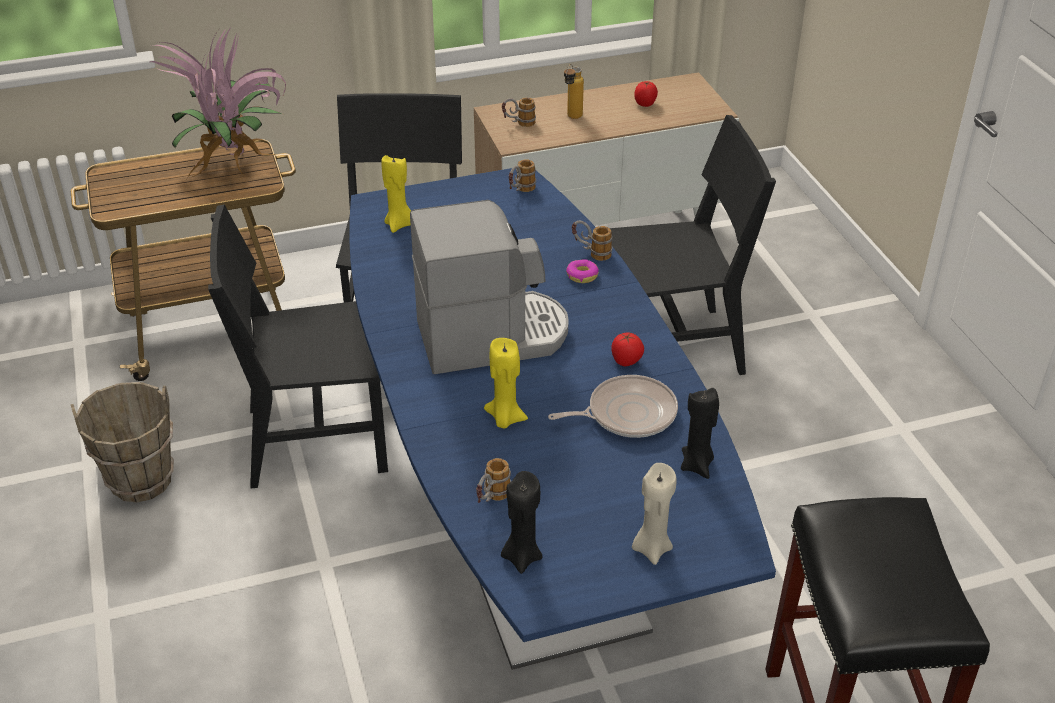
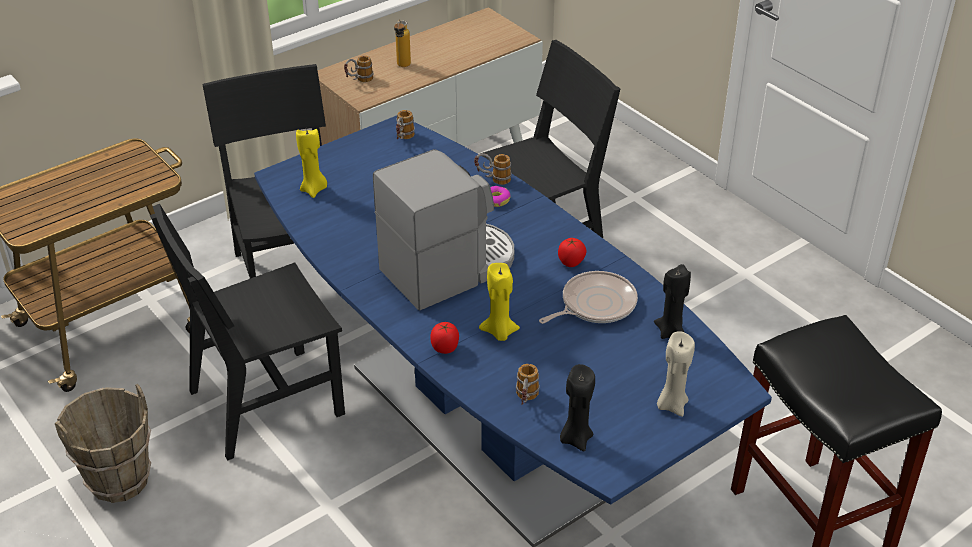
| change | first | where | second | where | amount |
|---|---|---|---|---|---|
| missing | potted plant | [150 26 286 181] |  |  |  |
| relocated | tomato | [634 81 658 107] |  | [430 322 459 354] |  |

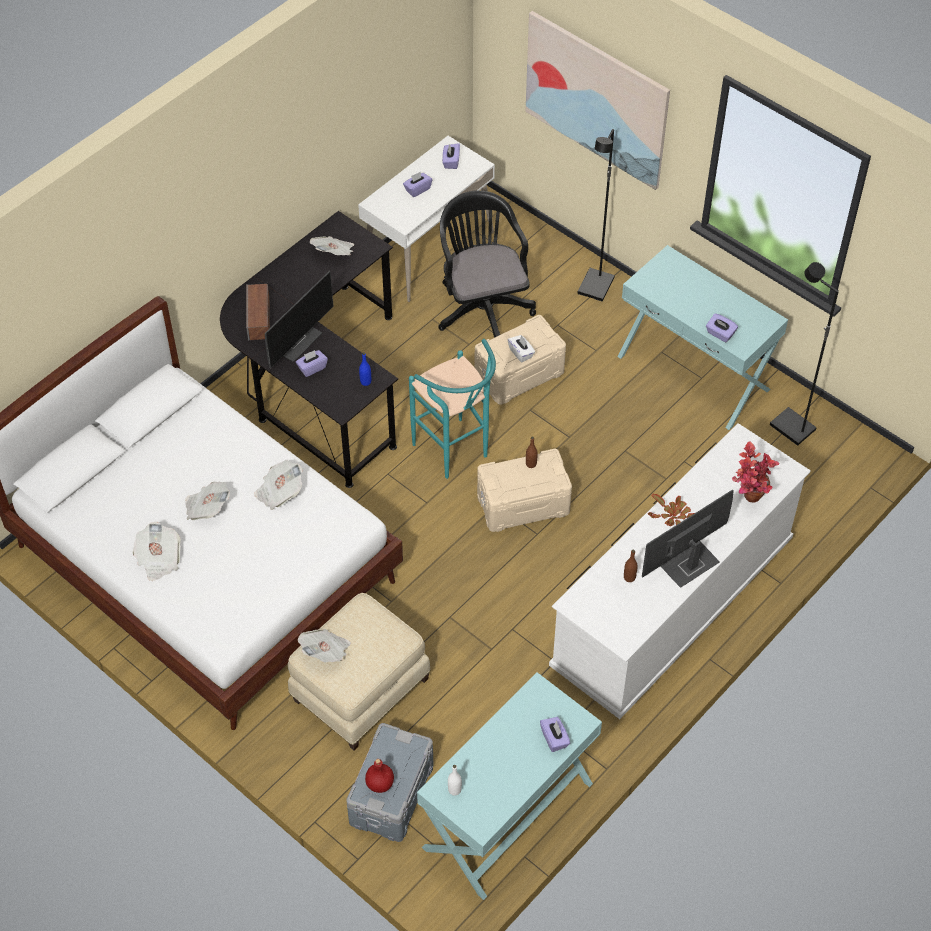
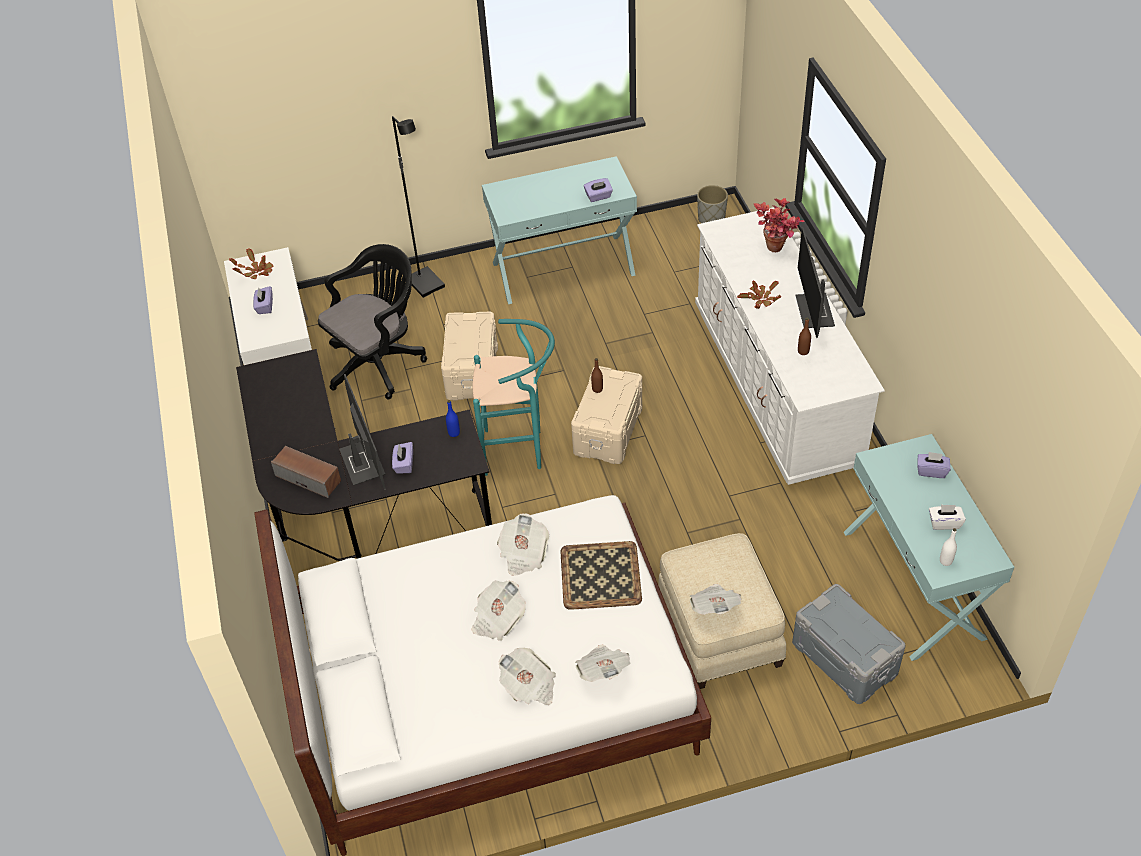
| change | first | where | second | where | amount |
|---|---|---|---|---|---|
| missing | bottle (red) | [365 759 394 793] |  |  |  |
| missing | picture | [526 11 670 190] |  |  |  |
| missing | floor lamp (black) | [770 262 839 446] |  |  |  |
| appeared |  |  | tray | [560 541 642 610] |  |
| appeared |  |  | planter (grey) | [697 185 728 223] |  |
| relocated | newspaper | [310 236 354 255] |  | [575 644 630 682] |  |
| relocated | tissue box (white) | [508 335 535 362] |  | [929 504 966 530] |  |
| exchanged | tissue box (purple) | [442 143 460 169] | potted plant | [229 248 274 279] |  |
| spun | office chair (black) | [438 190 536 338] |  | [318 244 427 399] | 120 degrees clockwise |

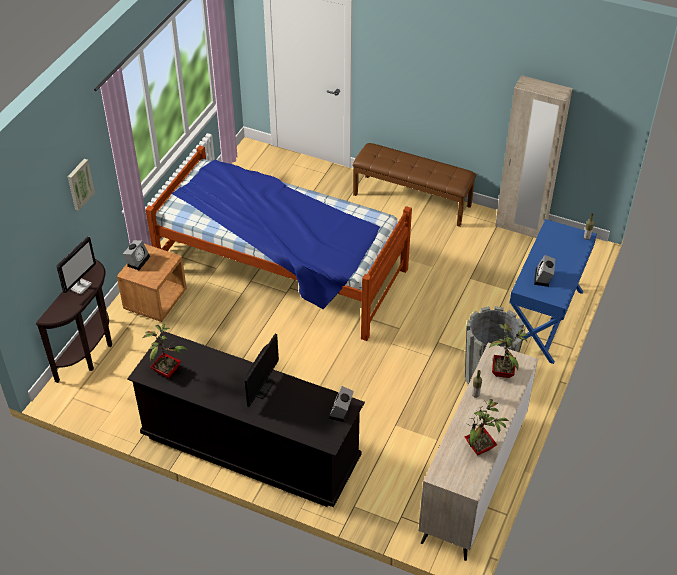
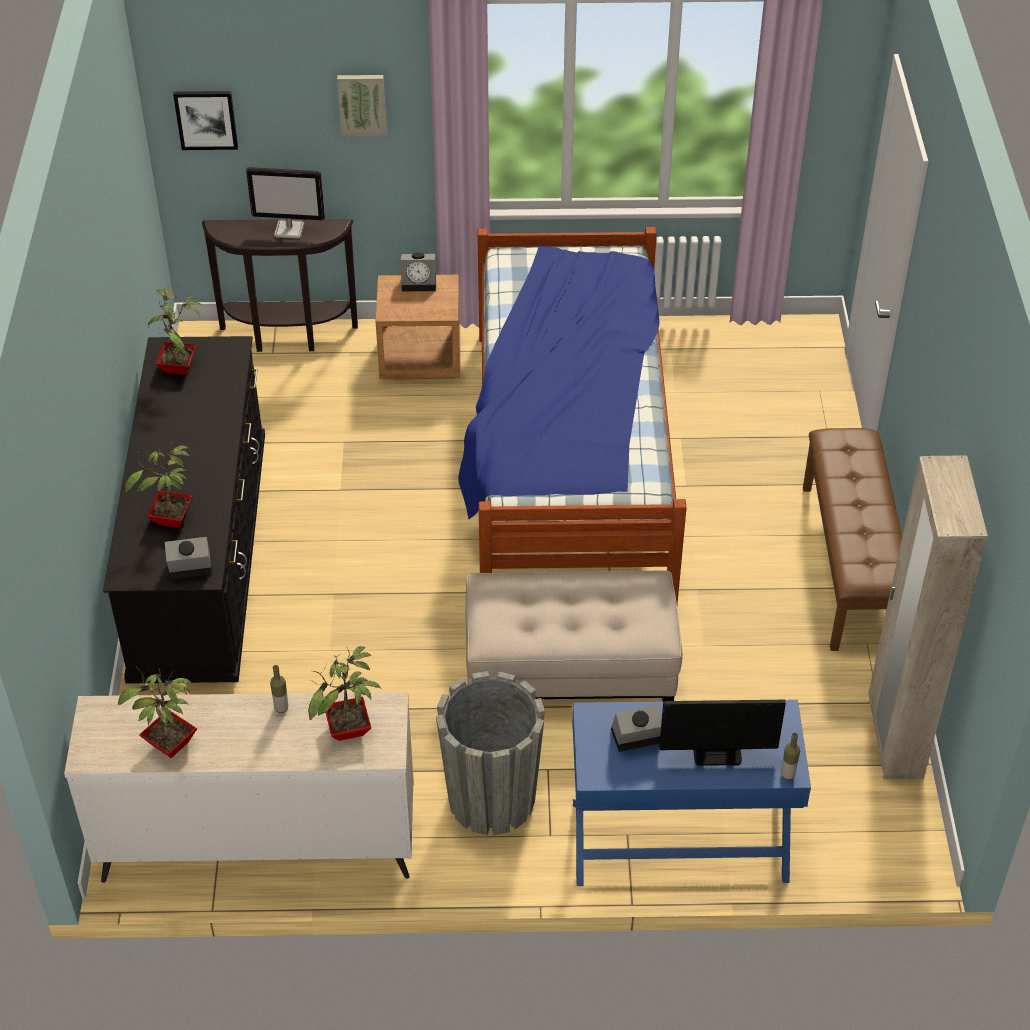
| change | first | where | second | where | amount |
|---|---|---|---|---|---|
| appeared |  |  | potted plant | [124 444 193 528] |  |
| appeared |  |  | picture | [173 91 238 150] |  |
| appeared |  |  | ottoman (beige) | [465 570 683 701] |  |
| relocated | monitor | [245 334 279 407] |  | [659 700 786 766] |  |

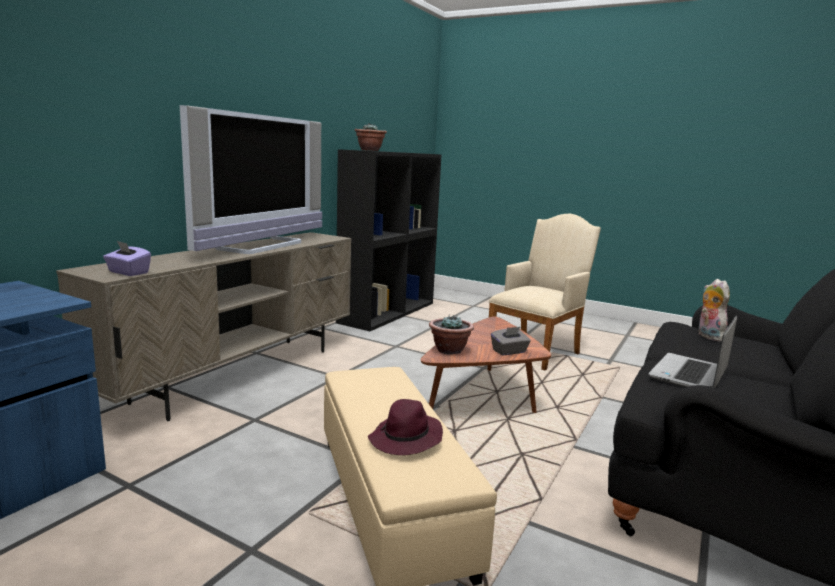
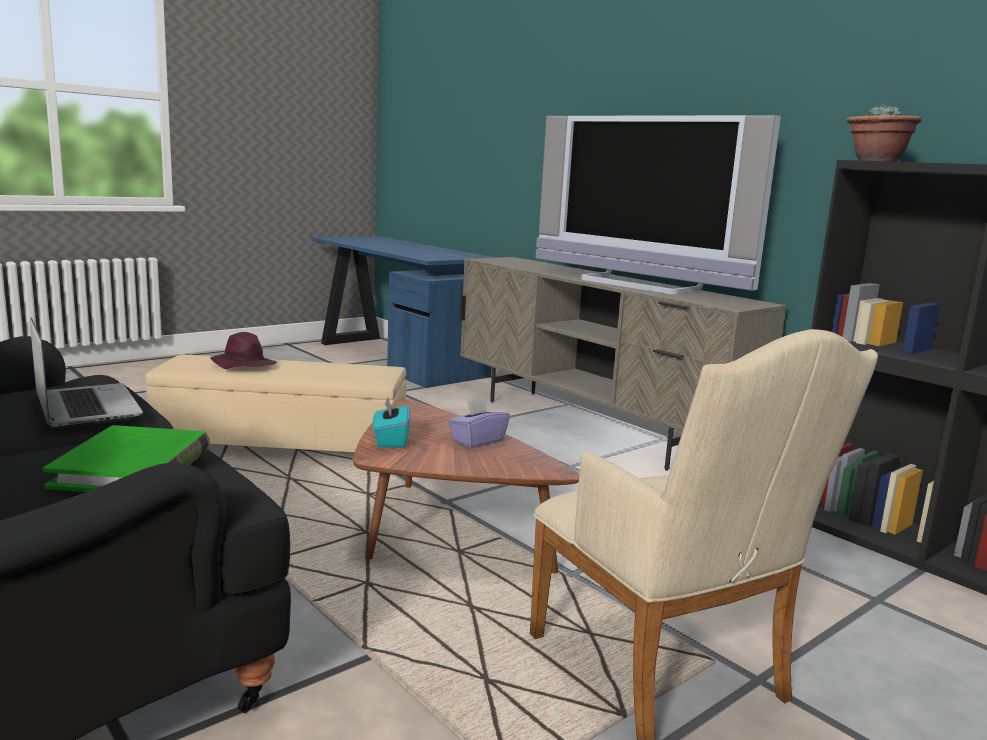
| change | first | where | second | where | amount |
|---|---|---|---|---|---|
| missing | potted plant | [429 314 474 355] |  |  |  |
| relocated | tissue box (purple) | [103 241 151 276] |  | [449 398 510 448] |  |
| exchanged | plush toy | [698 279 730 341] | book (green) | [43 425 210 492] |  |
| colour | tissue box (grey) | [491 327 531 355] | tissue box (turquoise) | [373 396 410 448] |  |

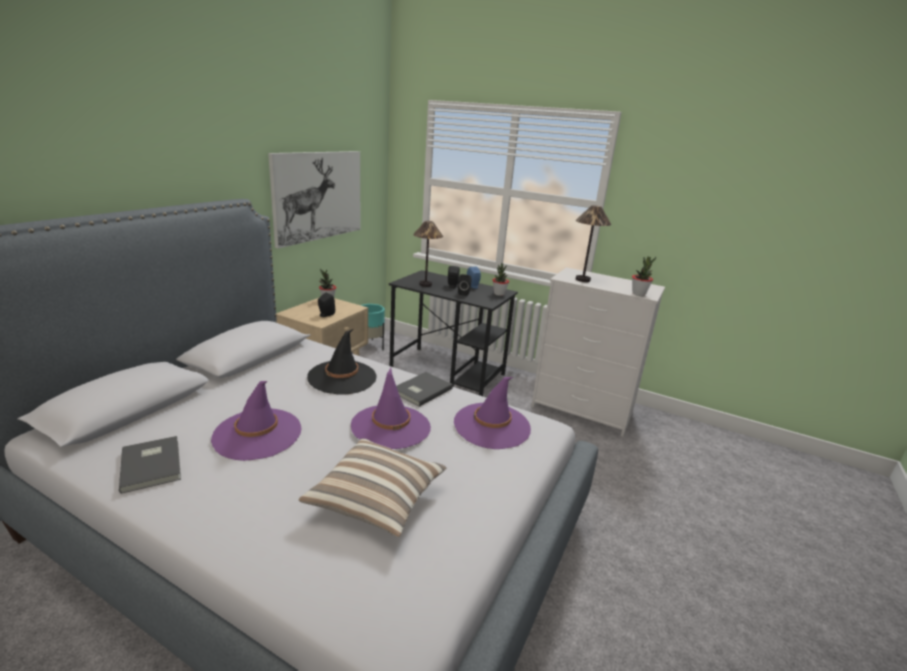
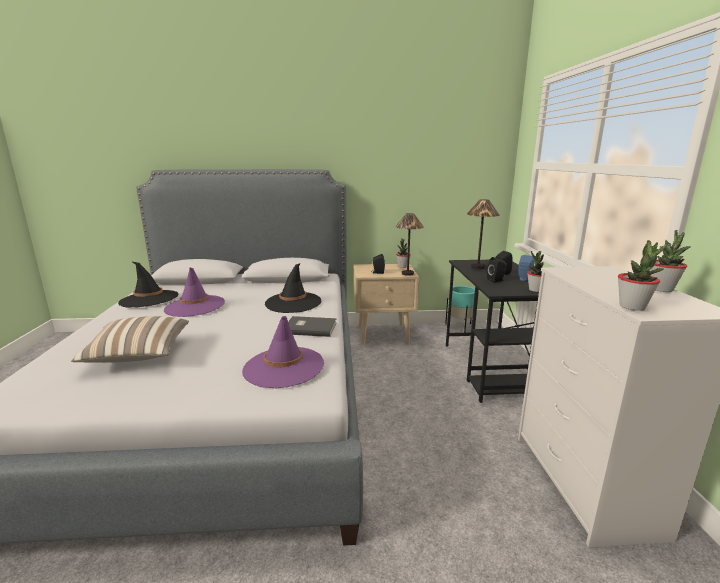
| change | first | where | second | where | amount |
|---|---|---|---|---|---|
| missing | picture | [268 151 360 248] |  |  |  |
| missing | hat (purple) | [351 368 431 449] |  |  |  |
| appeared |  |  | potted plant | [649 230 691 292] |  |
| relocated | table lamp | [576 205 611 282] |  | [395 213 424 276] |  |
| exchanged | book (grey) | [119 436 181 494] | hat (black) | [118 261 178 307] |  |

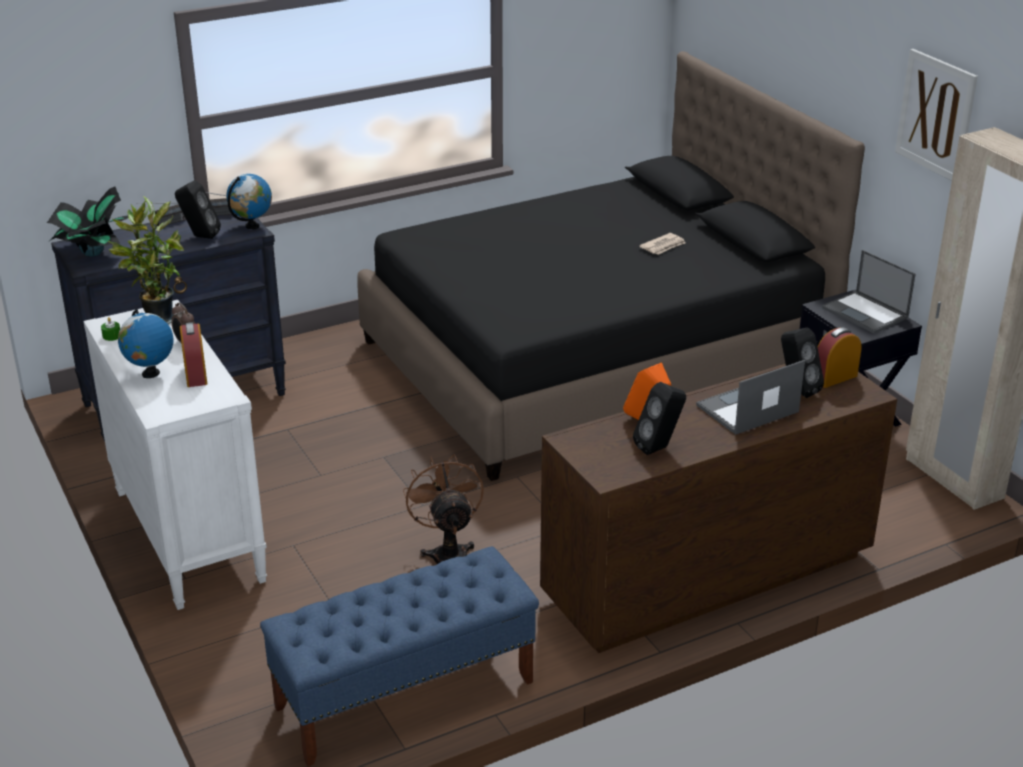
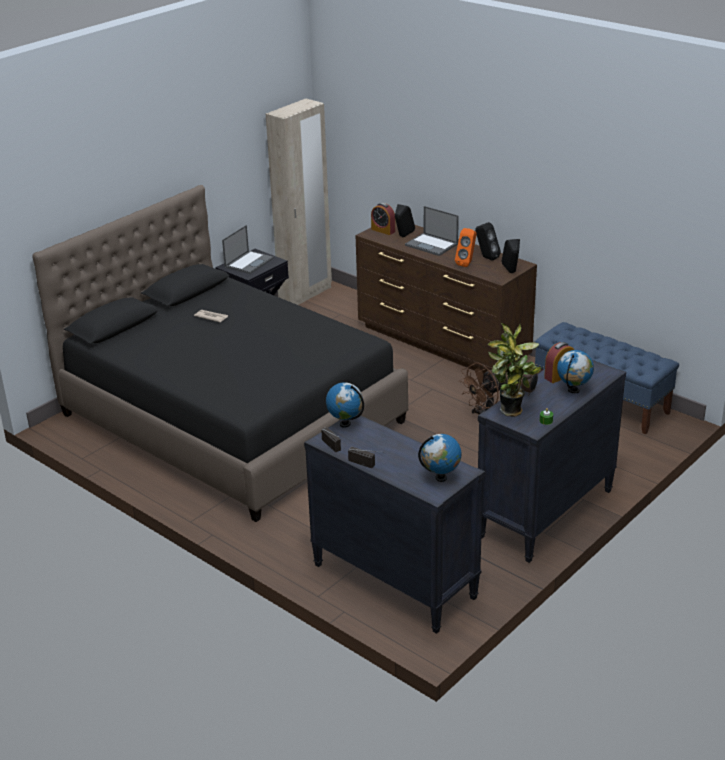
| change | first | where | second | where | amount |
|---|---|---|---|---|---|
| missing | picture | [895 49 978 181] |  |  |  |
| relocated | speaker (black) | [175 180 221 239] |  | [502 239 520 273] |  |
| exchanged | potted plant | [47 187 128 257] | globe | [418 434 462 482] |  |
| colour | dresser (white) | [83 300 267 610] | dresser (black) | [478 360 626 563] |  |

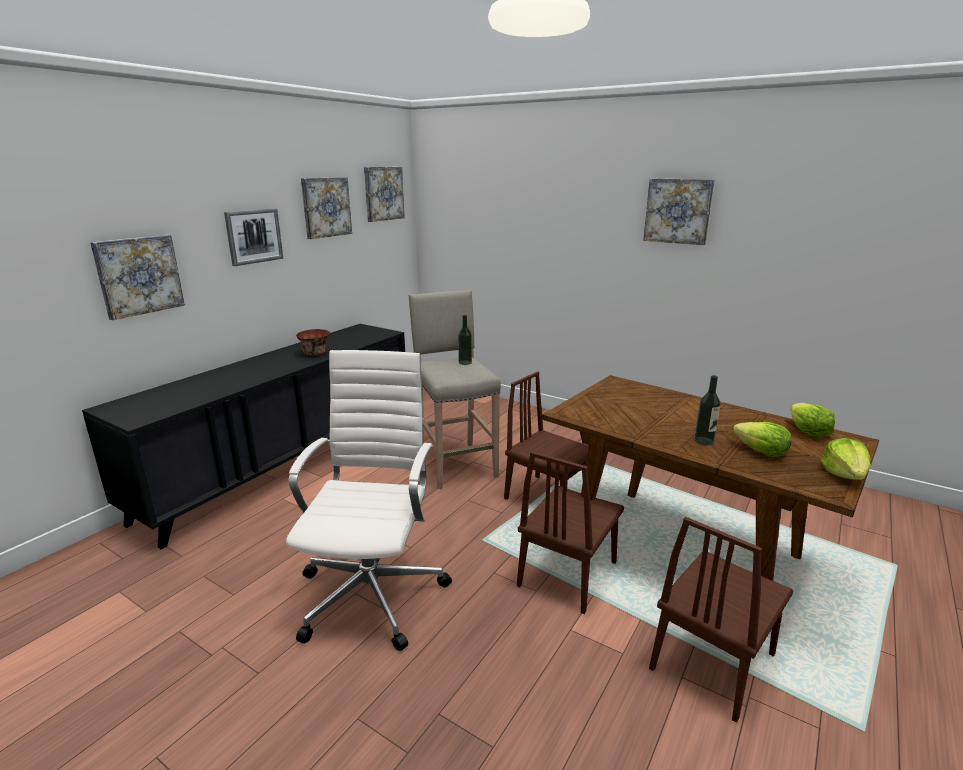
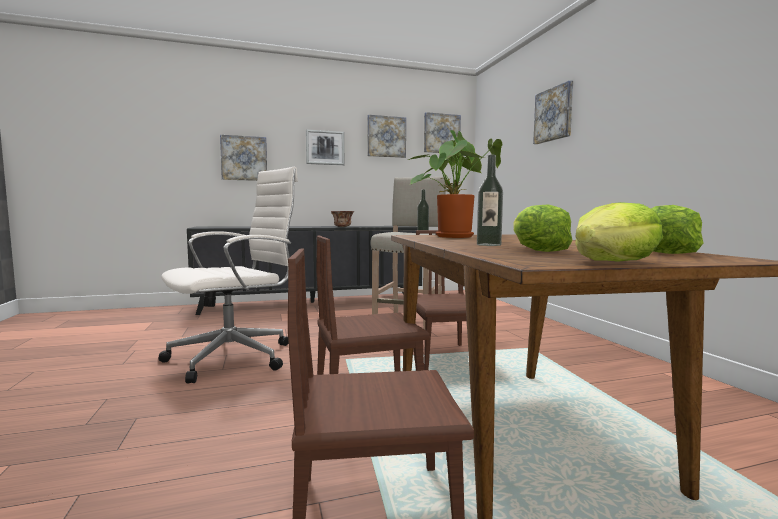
| change | first | where | second | where | amount |
|---|---|---|---|---|---|
| appeared |  |  | potted plant | [408 130 502 238] |  |
| relocated | picture | [643 178 715 245] |  | [533 80 573 144] |  |

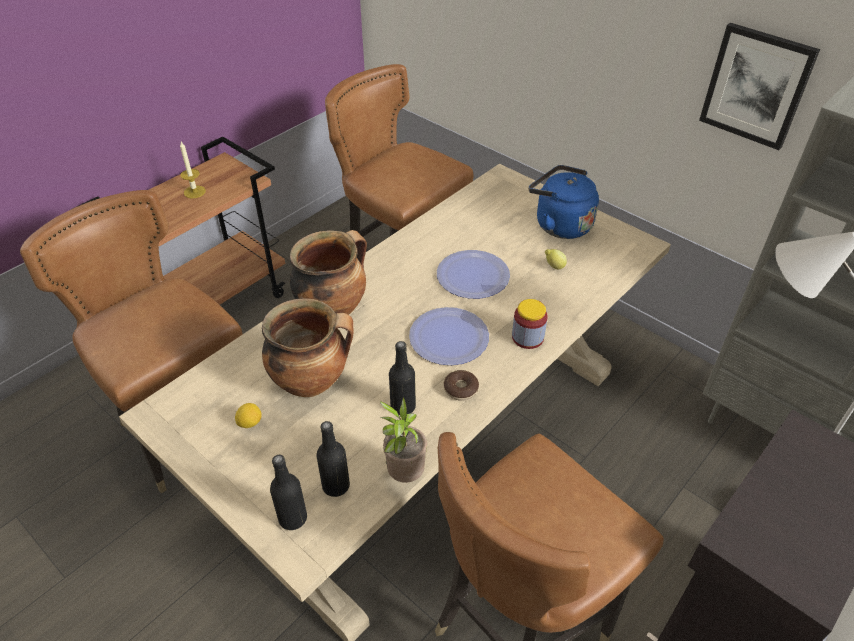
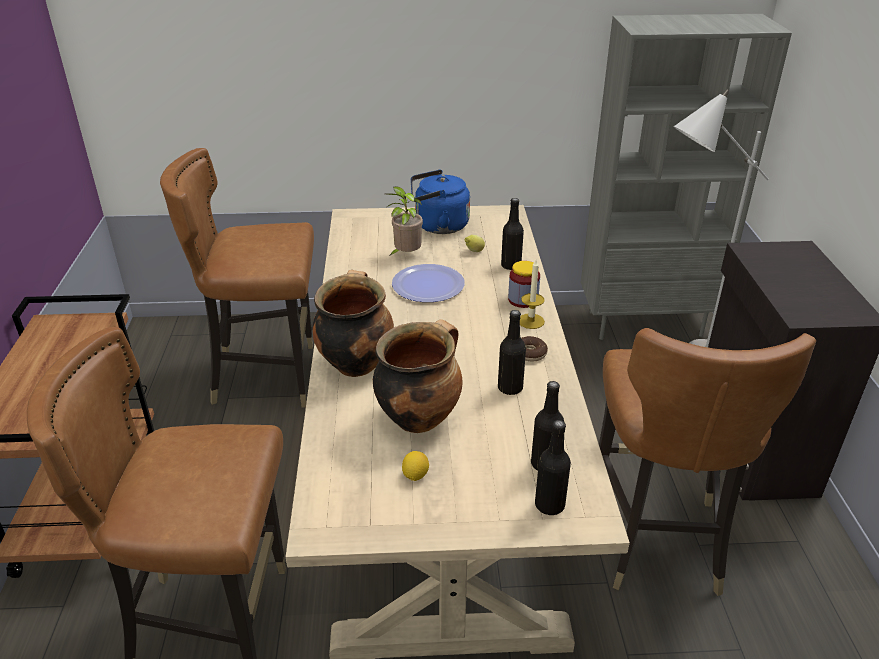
| change | first | where | second | where | amount |
|---|---|---|---|---|---|
| missing | plate | [409 307 489 365] |  |  |  |
| missing | picture | [699 23 820 150] |  |  |  |
| appeared |  |  | bottle (black) | [501 198 524 270] |  |
| relocated | candle | [180 142 206 199] |  | [520 260 545 329] |  |
| relocated | potted plant | [379 397 427 483] |  | [386 186 423 256] |  |

